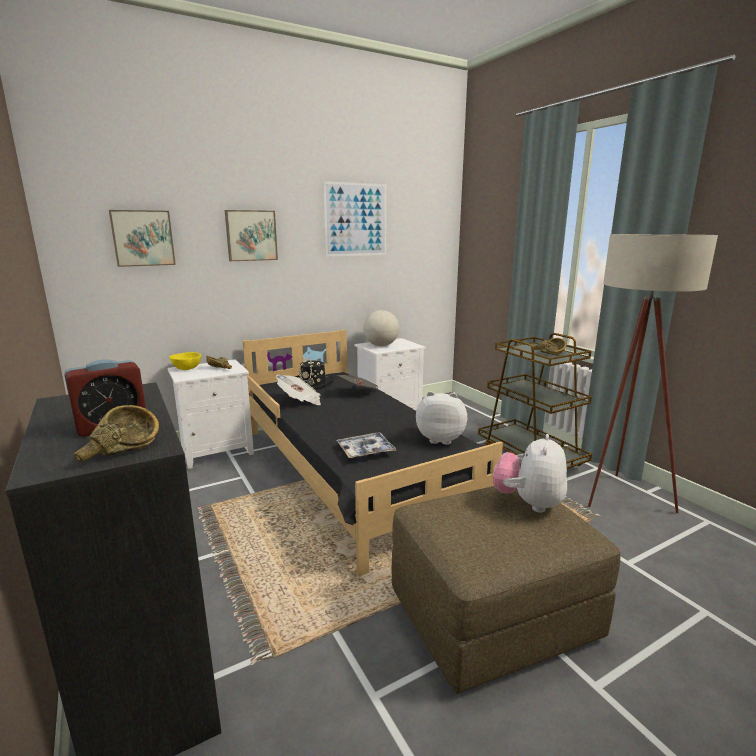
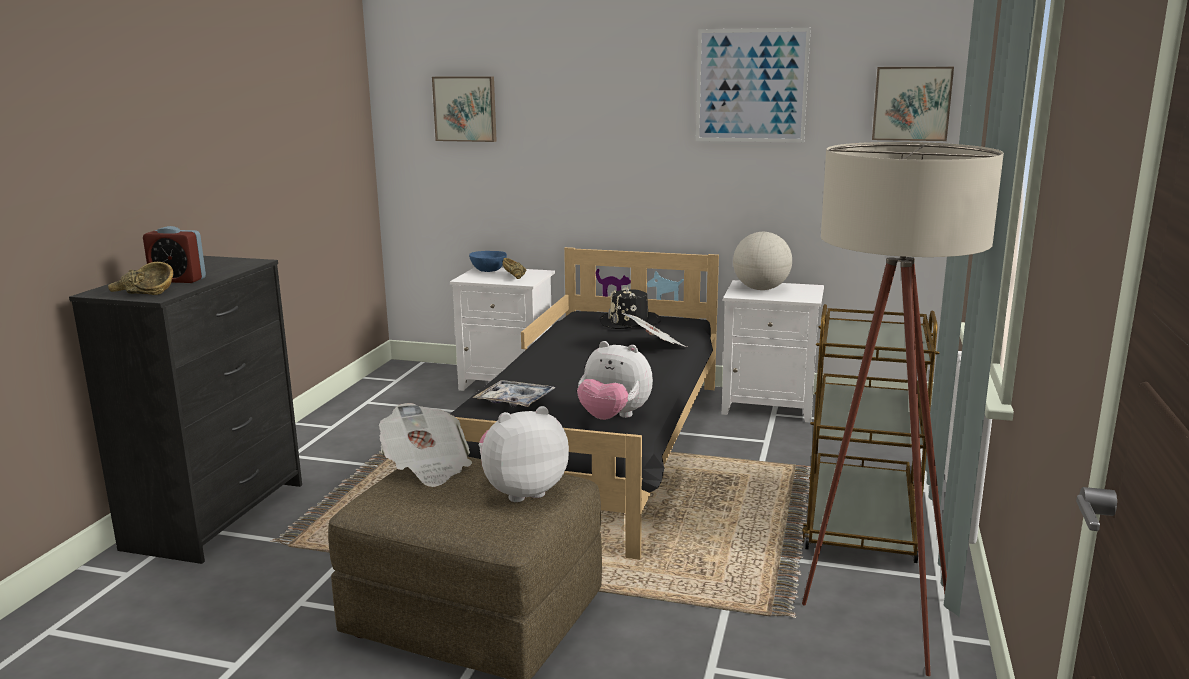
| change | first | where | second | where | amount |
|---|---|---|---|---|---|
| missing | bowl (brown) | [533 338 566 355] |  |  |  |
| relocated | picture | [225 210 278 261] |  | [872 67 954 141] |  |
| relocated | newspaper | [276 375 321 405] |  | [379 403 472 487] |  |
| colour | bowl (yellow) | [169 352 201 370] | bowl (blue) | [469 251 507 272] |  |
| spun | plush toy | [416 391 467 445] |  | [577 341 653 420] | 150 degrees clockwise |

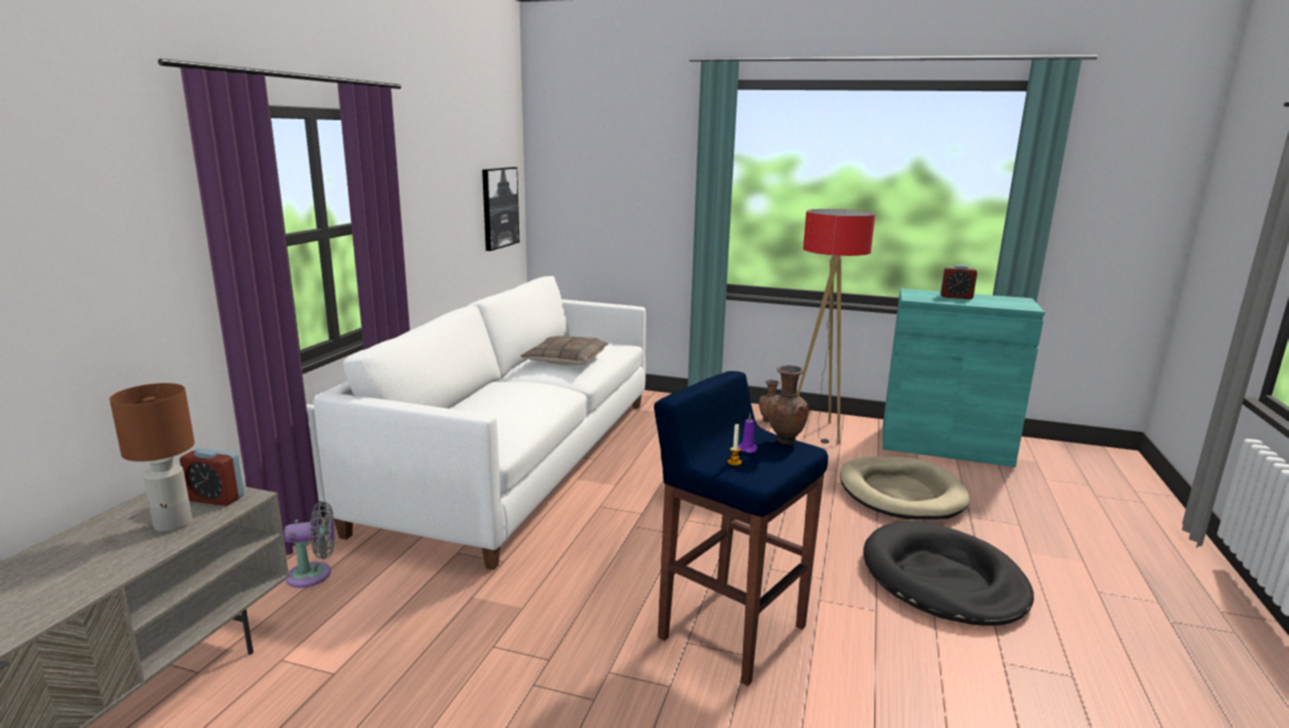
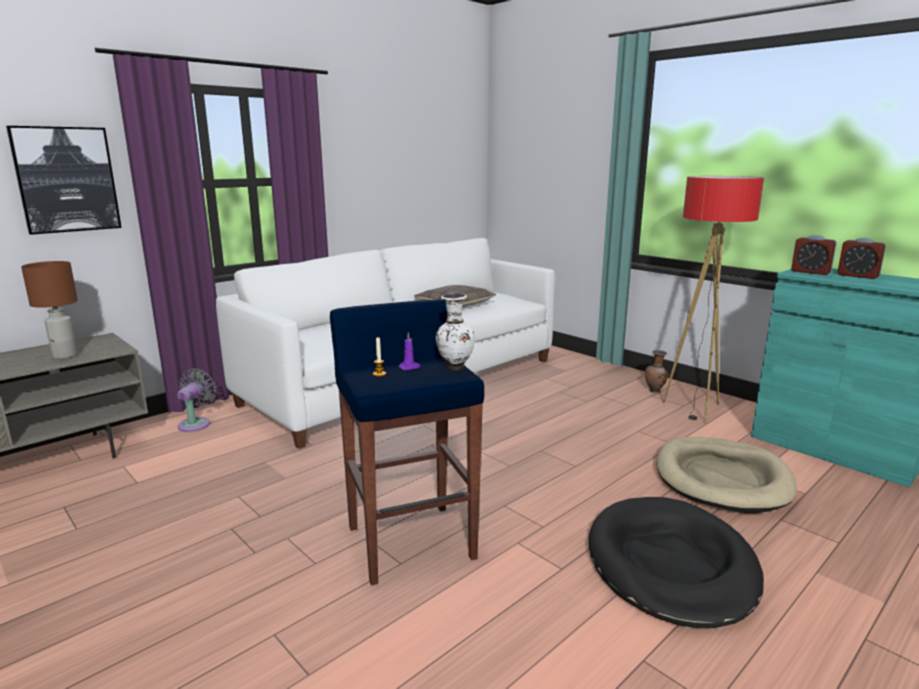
| change | first | where | second | where | amount |
|---|---|---|---|---|---|
| relocated | alarm clock | [180 448 244 506] |  | [791 235 837 275] |  |
| relocated | picture | [482 167 519 251] |  | [6 126 122 235] |  |
| colour | vase (brown) | [767 365 810 445] | vase (white) | [436 293 475 371] |  |
| spun | fan (grey) | [284 502 335 588] |  | [177 368 217 432] | 90 degrees counterclockwise |

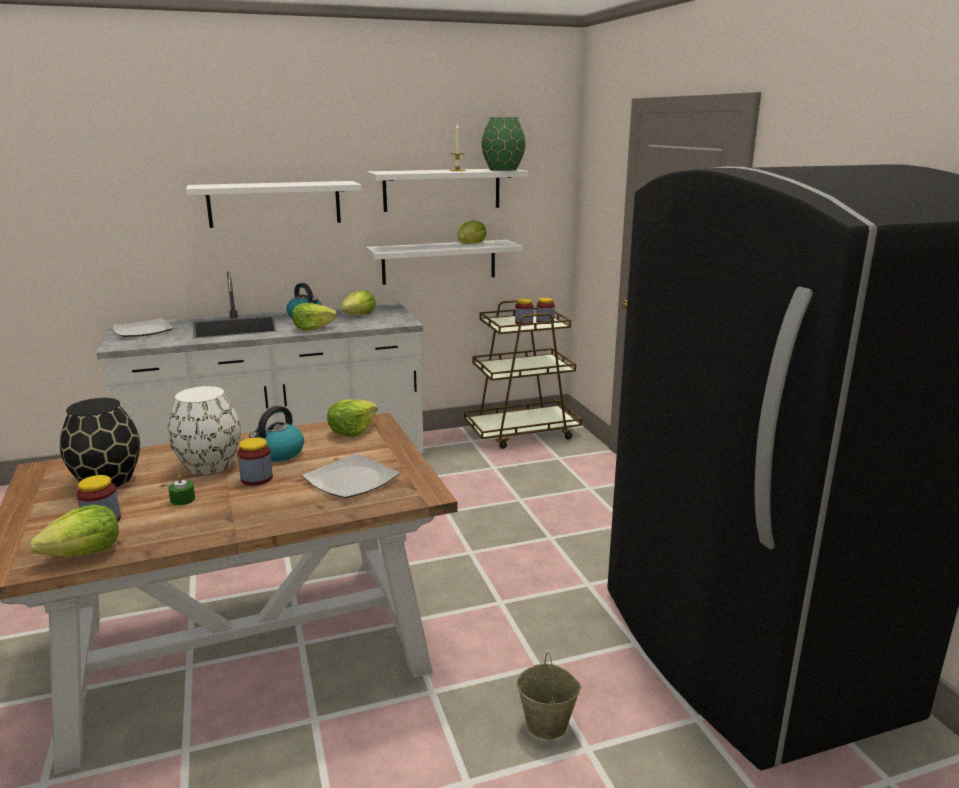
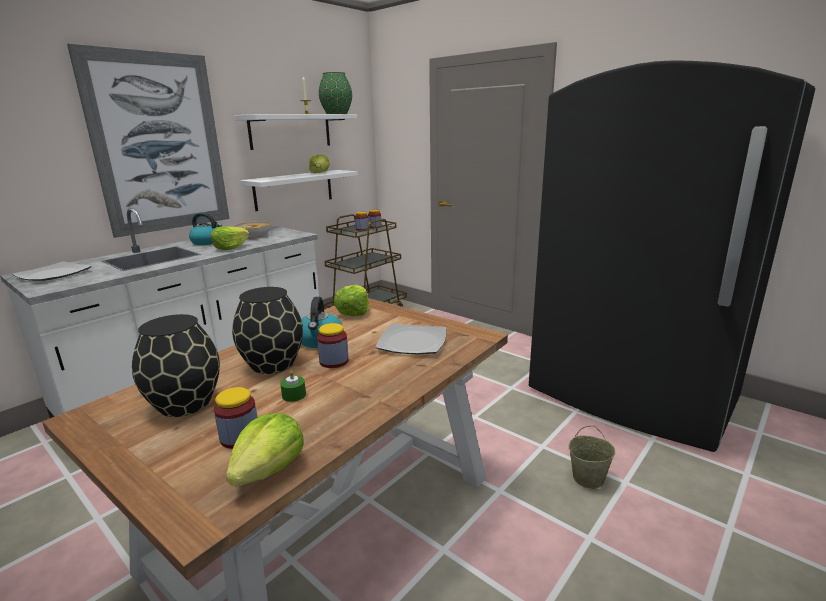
| change | first | where | second | where | amount |
|---|---|---|---|---|---|
| exchanged | shelf (white) | [186 181 361 228] | picture | [67 44 229 238] |  |
| exchanged | lettuce | [341 290 376 315] | bowl | [234 221 271 239] |  |
| colour | vase (white) | [168 386 241 475] | vase (black) | [232 287 303 374] |  |

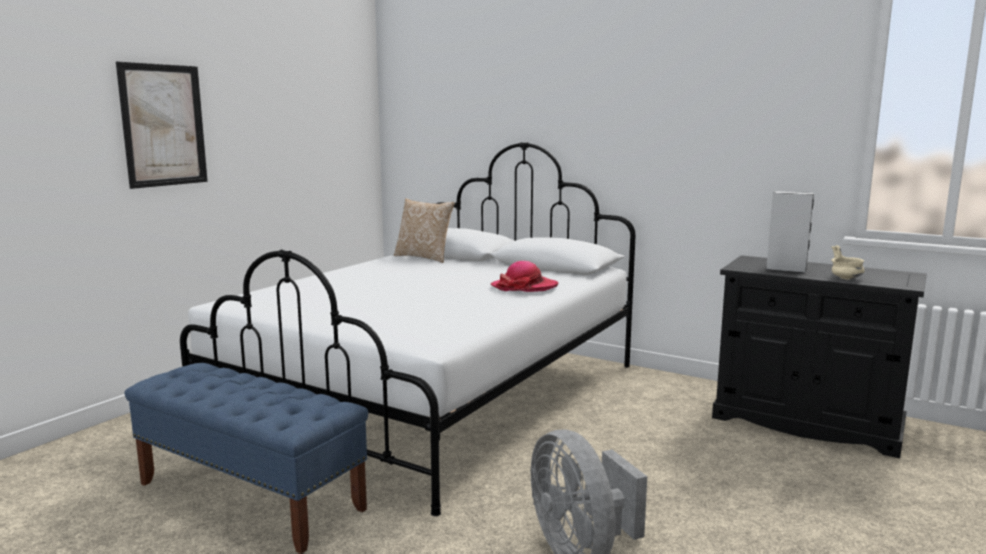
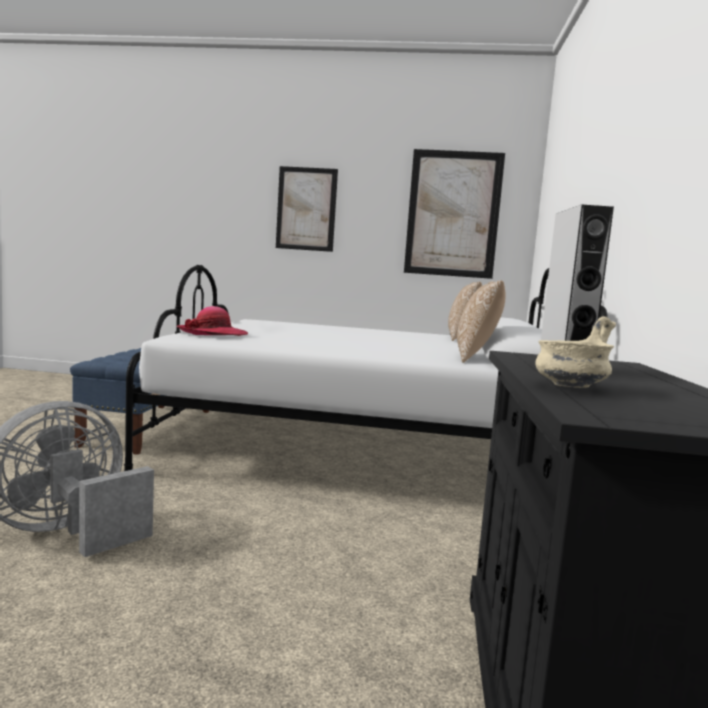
| change | first | where | second | where | amount |
|---|---|---|---|---|---|
| appeared |  |  | picture | [404 149 505 279] |  |
| appeared |  |  | pillow | [457 280 505 363] |  |
| relocated | hat | [491 261 558 292] |  | [177 306 248 336] |  |

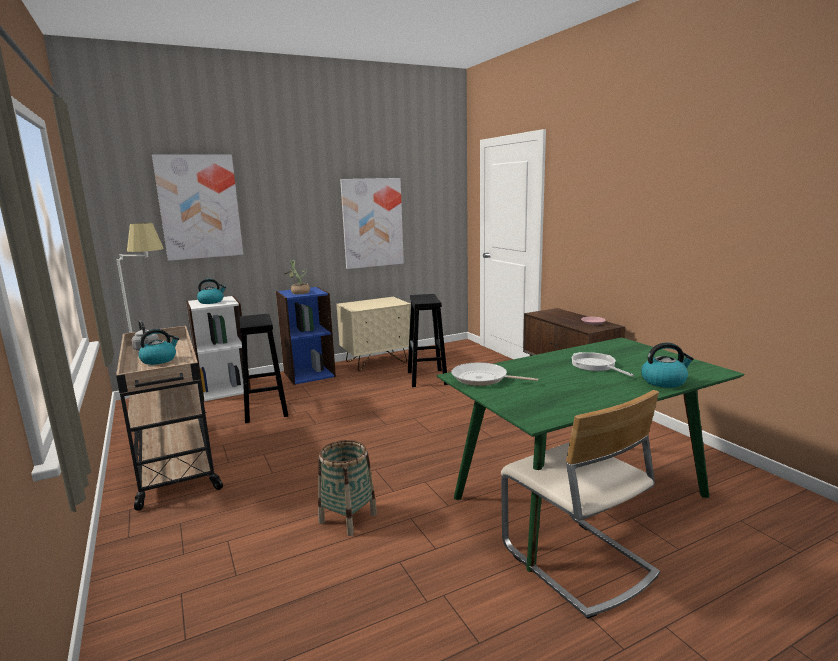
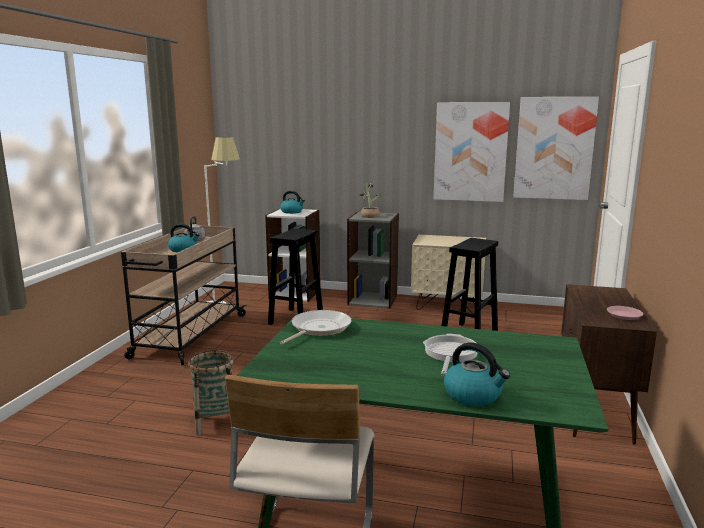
| change | first | where | second | where | amount |
|---|---|---|---|---|---|
| relocated | picture | [152 155 243 261] |  | [513 97 599 200] |  |
| colour | bookcase (blue) | [276 287 336 385] | bookcase (grey) | [347 211 399 309] |  |
| spun | frying pan | [451 362 538 386] |  | [280 310 352 344] | 60 degrees clockwise |

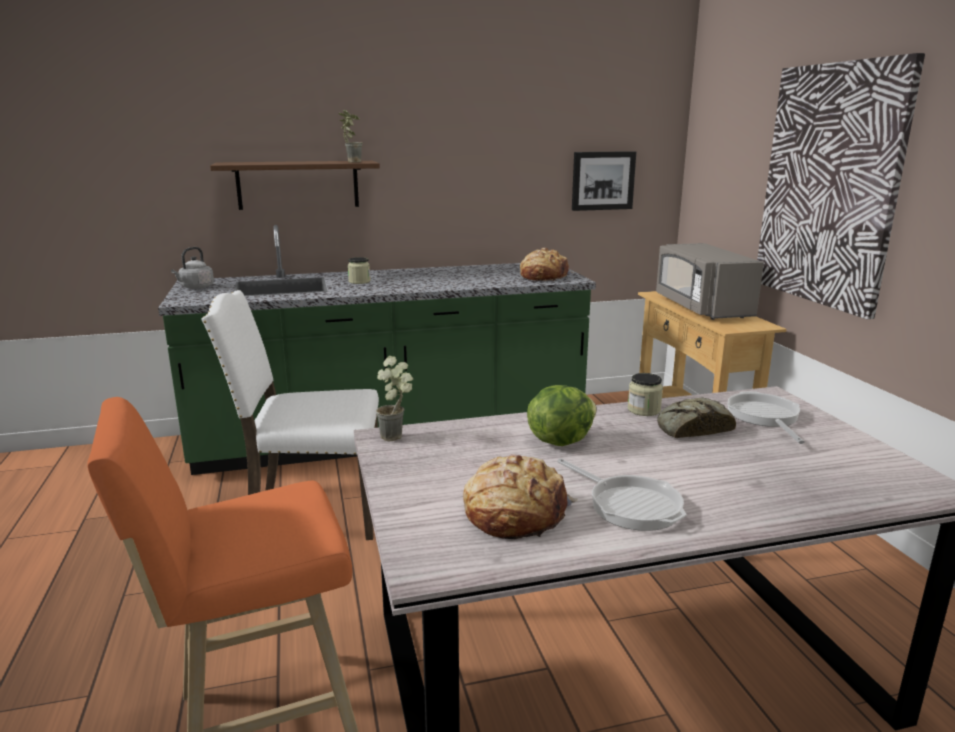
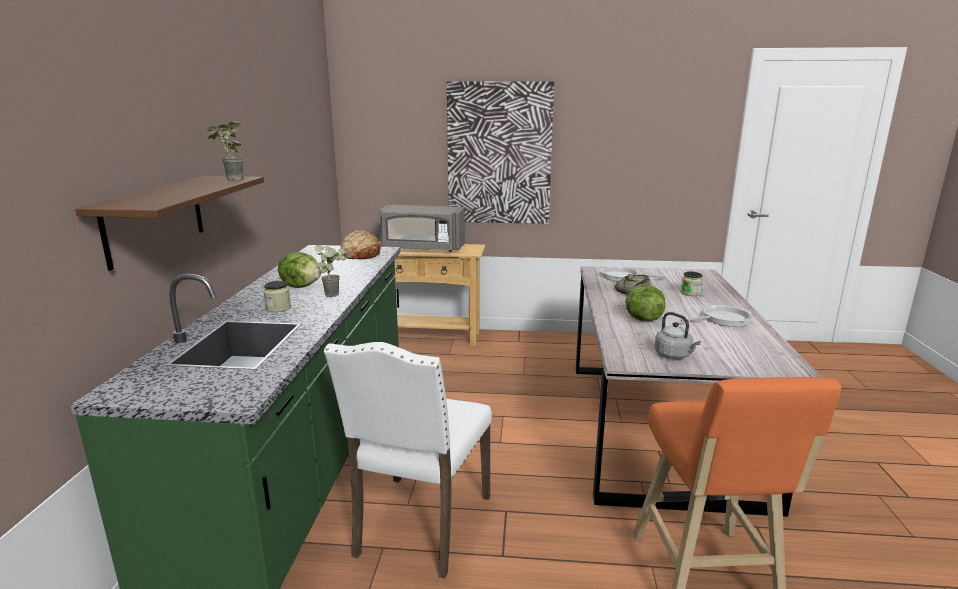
| change | first | where | second | where | amount |
|---|---|---|---|---|---|
| missing | bread | [463 454 578 539] |  |  |  |
| missing | picture | [572 151 636 211] |  |  |  |
| appeared |  |  | lettuce | [278 252 321 288] |  |
| relocated | kettle (grey) | [171 247 214 289] |  | [655 312 701 359] |  |
| relocated | potted plant | [376 356 413 441] |  | [315 245 346 297] |  |
| relocated | jar | [628 373 663 416] |  | [681 271 703 296] |  |

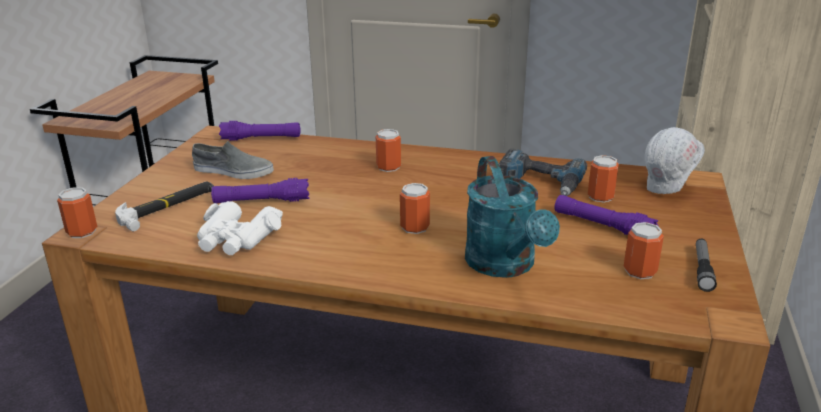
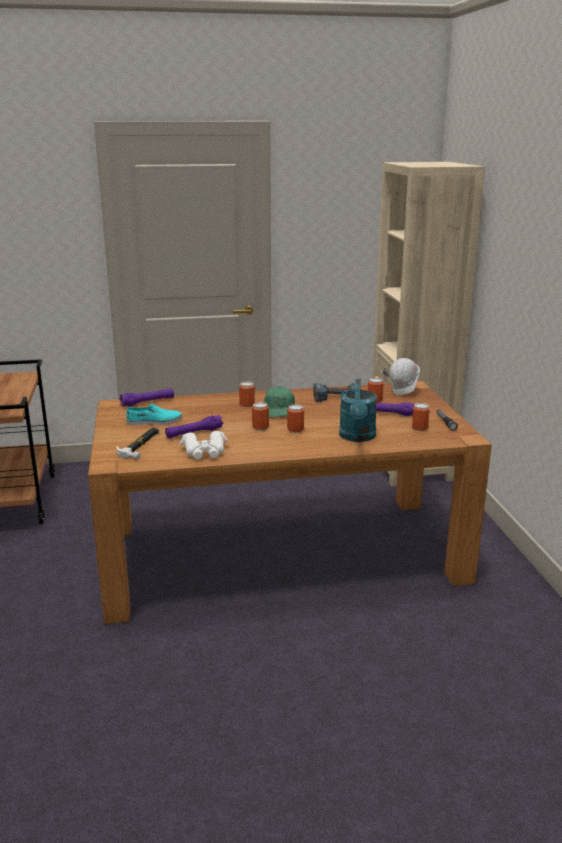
| change | first | where | second | where | amount |
|---|---|---|---|---|---|
| appeared |  |  | cap (green) | [264 386 295 418] |  |
| relocated | can | [57 187 97 238] |  | [252 402 269 431] |  |
| colour | shoe (grey) | [192 141 274 179] | shoe (turquoise) | [126 403 182 425] |  |
| spun | watering can (turquoise) | [465 156 560 278] |  | [339 379 377 442] | 45 degrees clockwise |

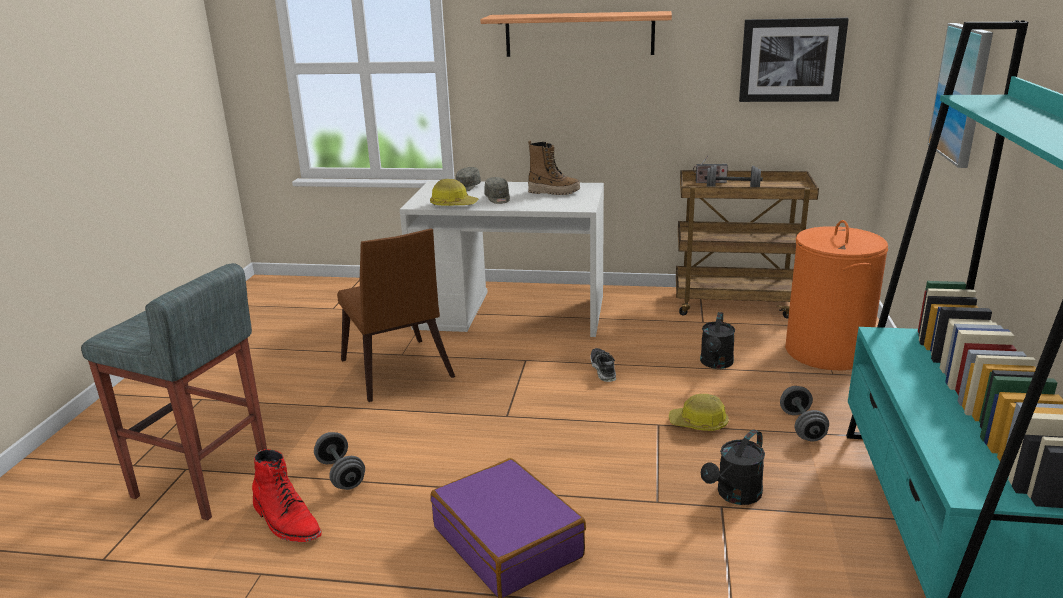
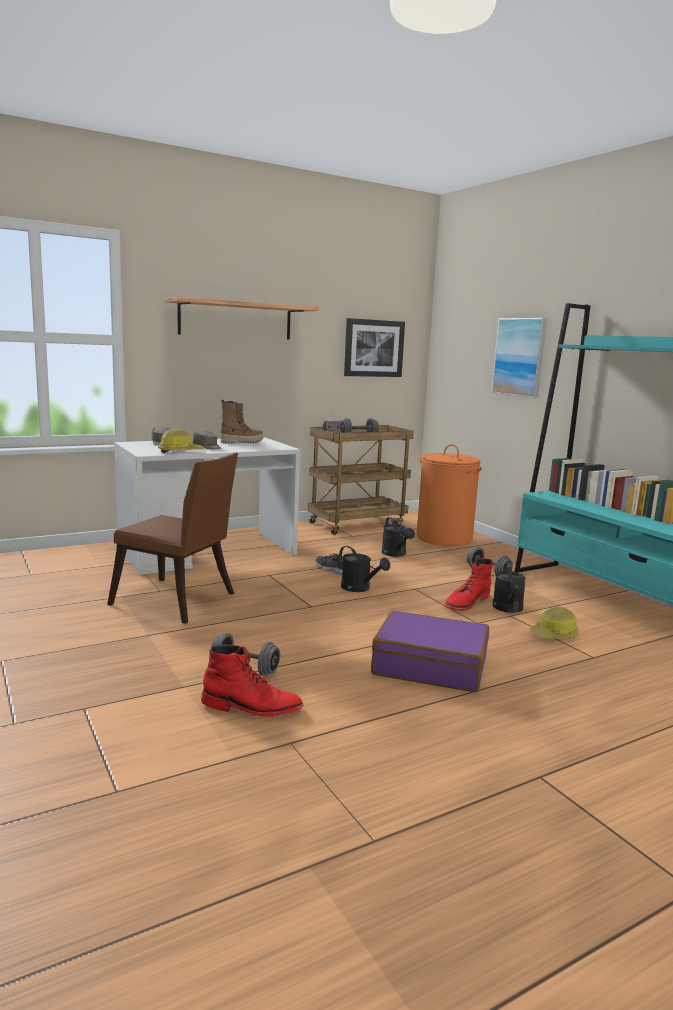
| change | first | where | second | where | amount |
|---|---|---|---|---|---|
| missing | stool (grey) | [81 263 267 520] |  |  |  |
| appeared |  |  | watering can (black) | [339 546 390 592] |  |
| appeared |  |  | boot (red) | [445 558 494 611] |  |
| relocated | hard hat | [669 394 729 431] |  | [529 607 578 639] |  |

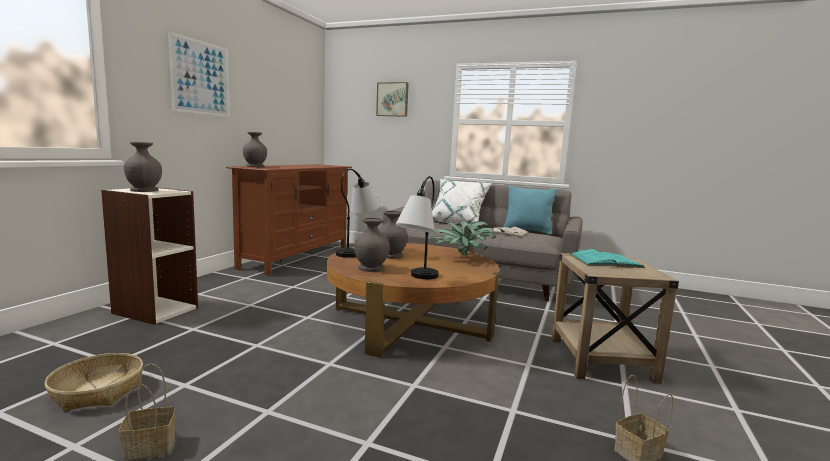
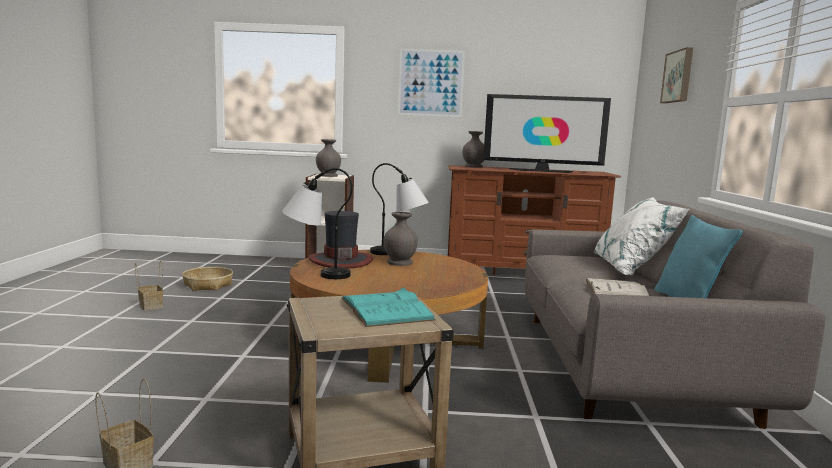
| change | first | where | second | where | amount |
|---|---|---|---|---|---|
| missing | potted plant | [431 221 505 257] |  |  |  |
| appeared |  |  | television | [483 94 611 173] |  |
| exchanged | vase (grey) | [354 218 390 272] | hat | [308 211 373 269] |  |

